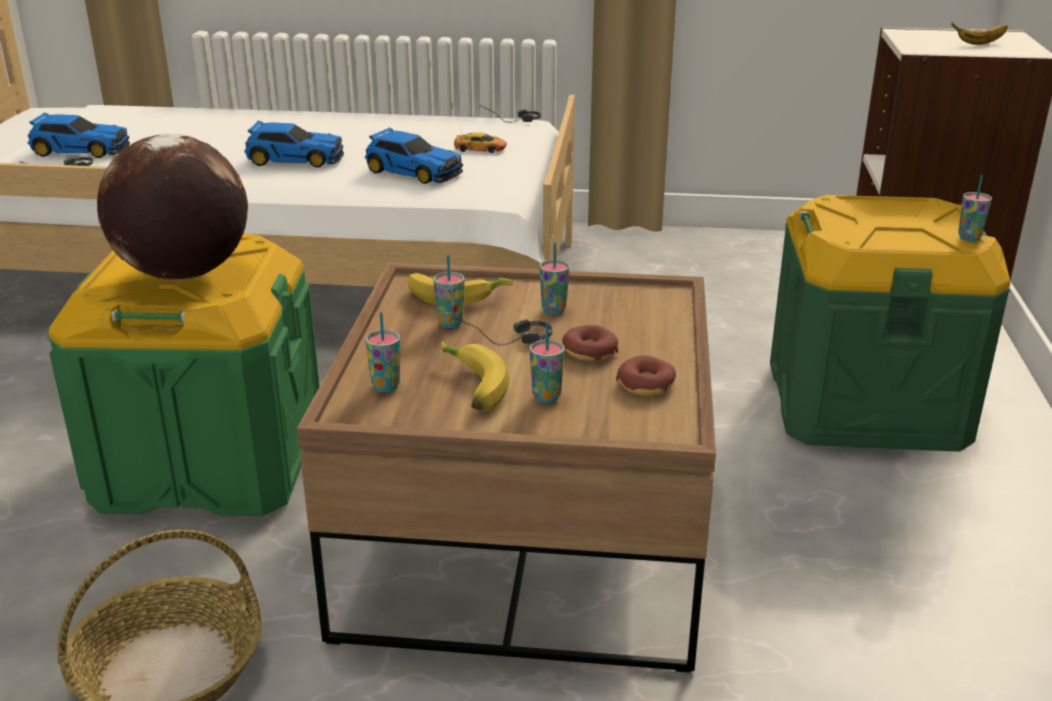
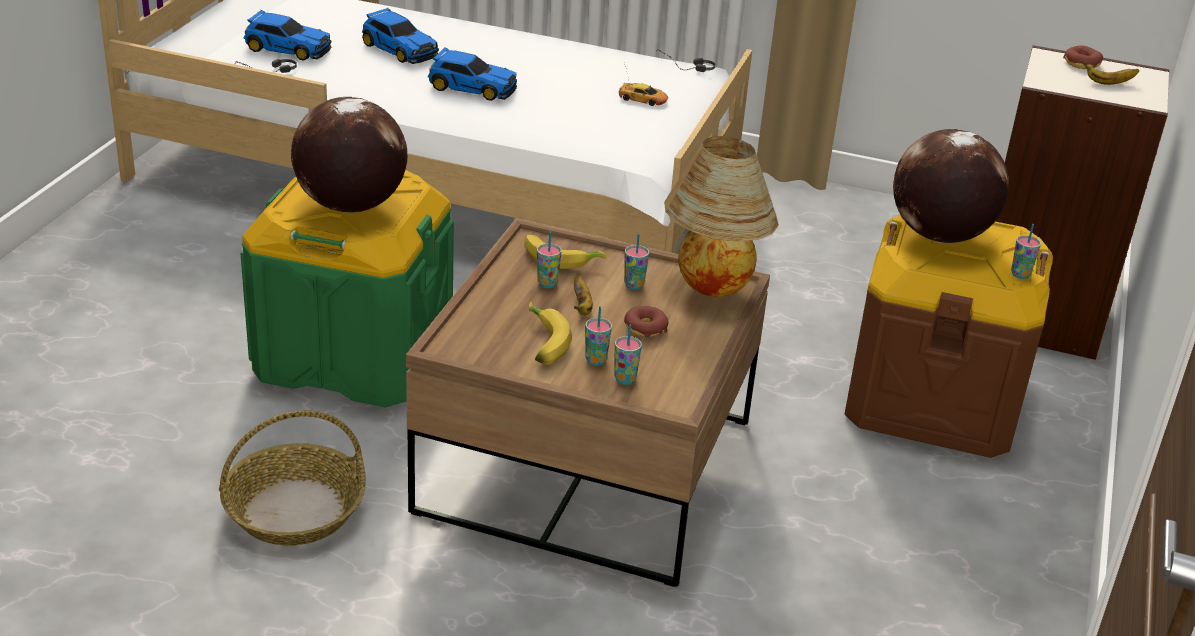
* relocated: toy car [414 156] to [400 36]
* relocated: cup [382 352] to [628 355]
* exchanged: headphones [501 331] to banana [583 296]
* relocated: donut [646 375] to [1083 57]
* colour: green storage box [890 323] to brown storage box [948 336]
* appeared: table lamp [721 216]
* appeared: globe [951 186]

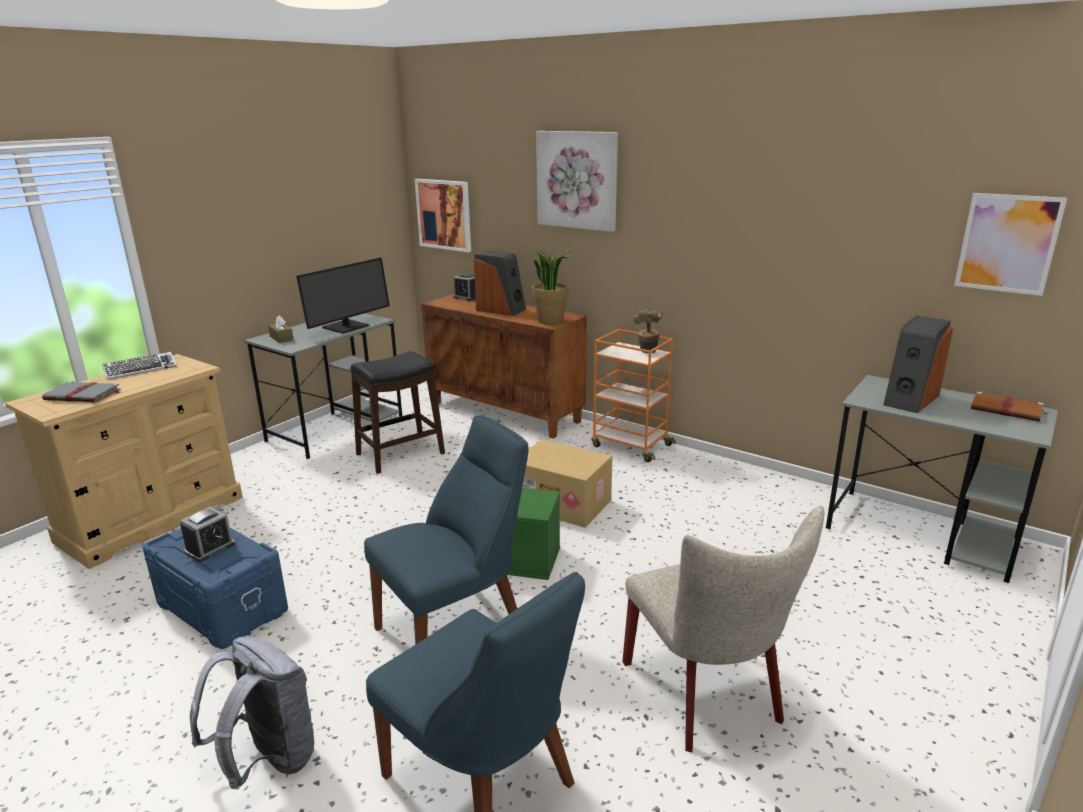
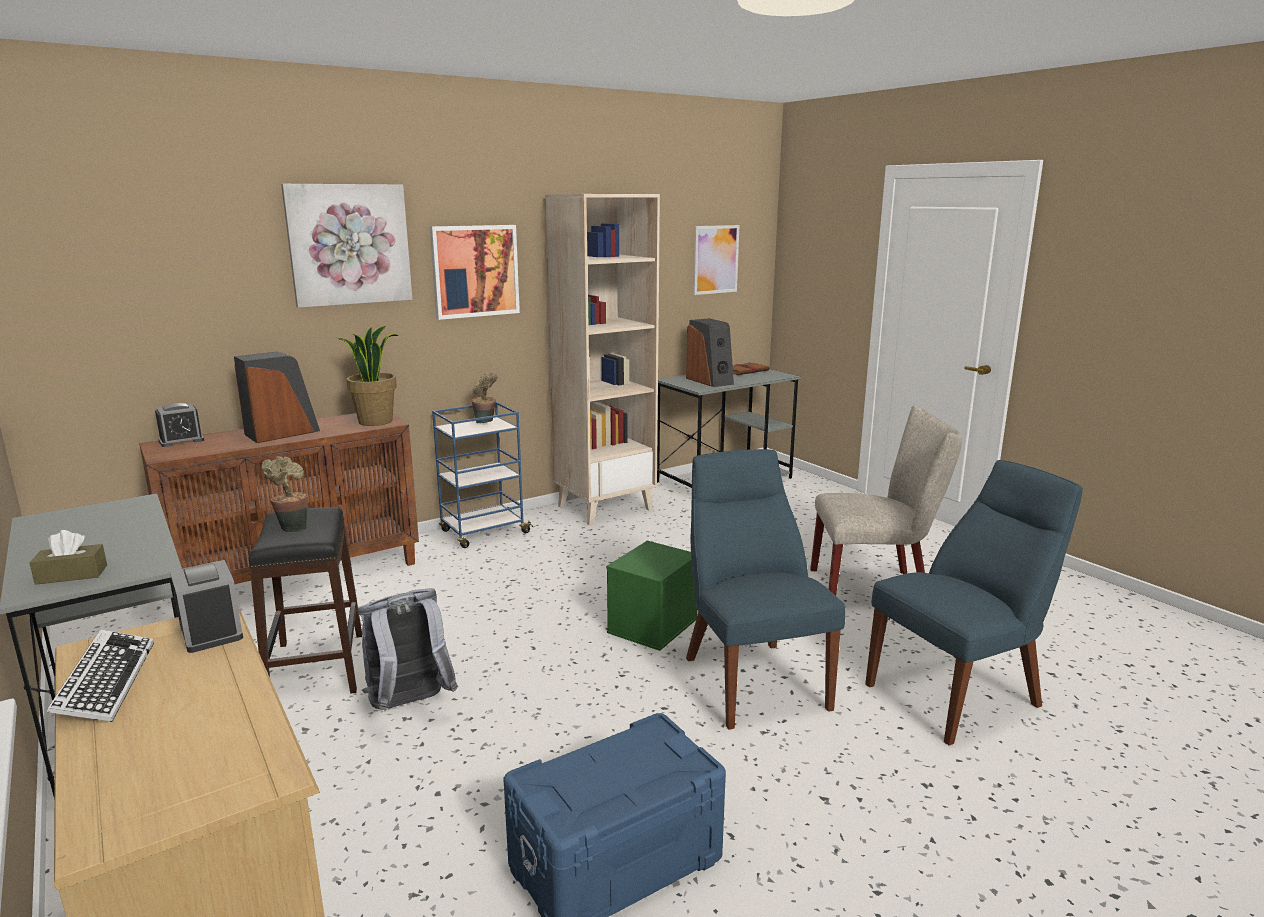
* missing: grey book [81 392]
* relocated: alarm clock [207 534] to [206 606]
* relocated: grey backpack [252 712] to [407 649]
* missing: monitor [343 295]
* relocated: picture [443 215] to [475 272]
* missing: cardboard box [567 483]
* colour: orange cart [633 395] to blue cart [482 475]
* appeared: potted plant [285 494]
* appeared: beige bookcase [602 359]

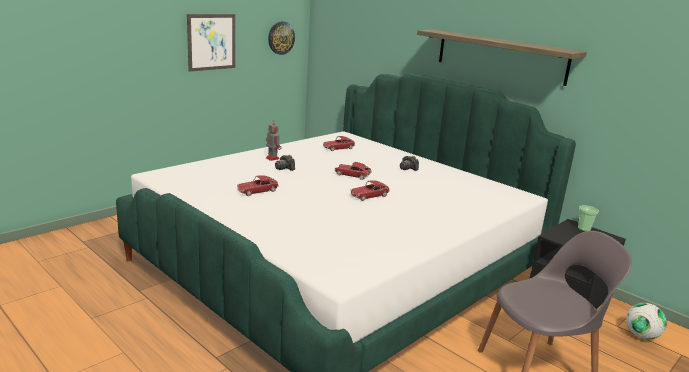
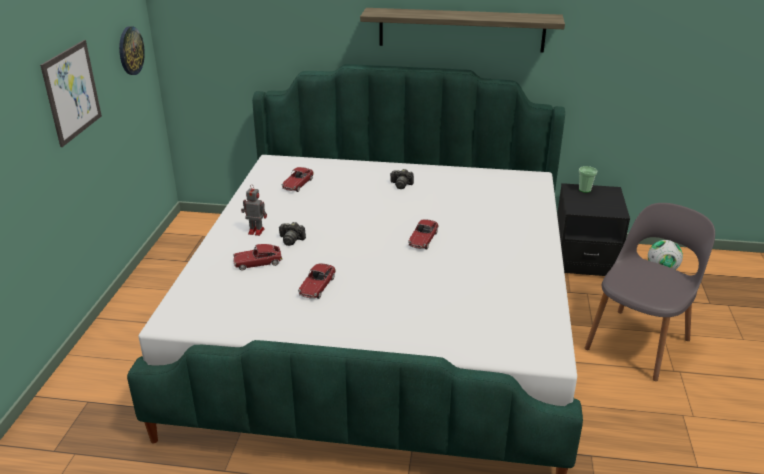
* relocated: toy car [353 171] to [258 257]

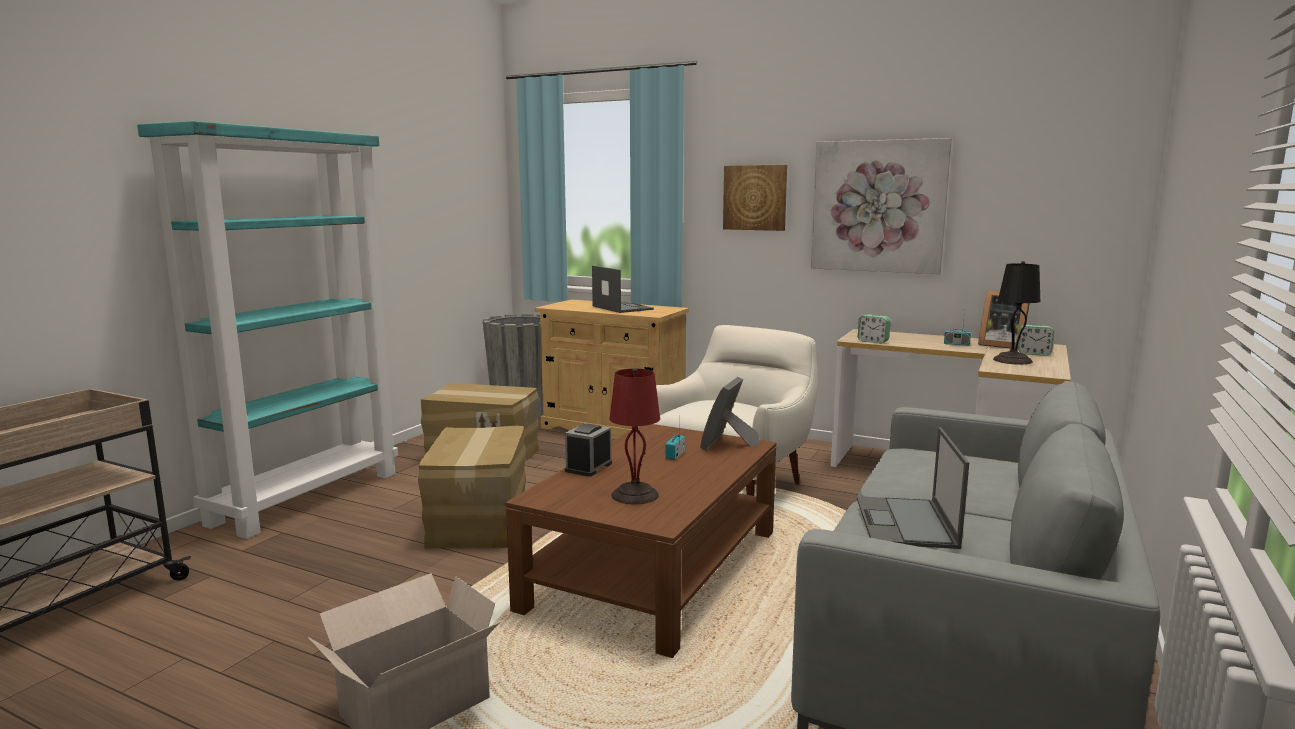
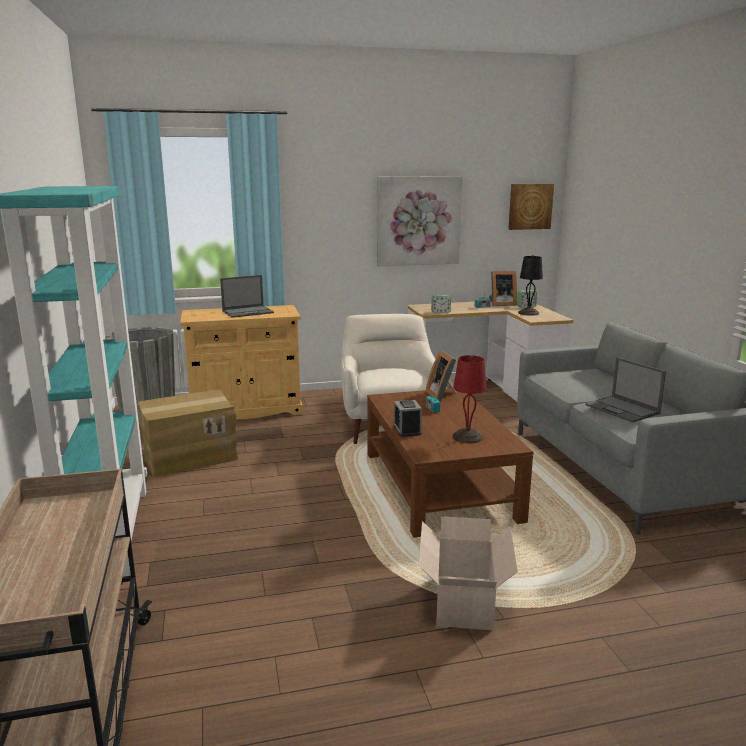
* missing: cardboard box [472 487]
* spun: laptop [623 289] = [247 296] 135 degrees clockwise
* relocated: picture [755 198] to [531 207]

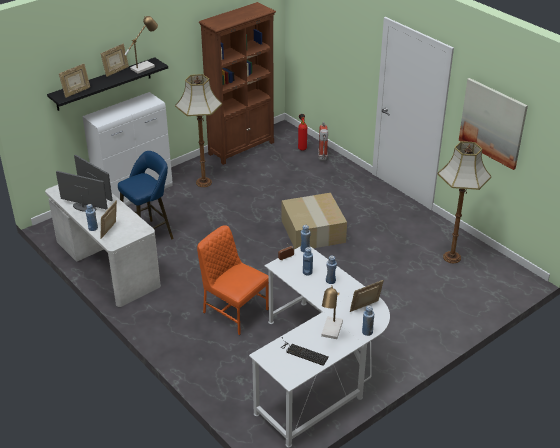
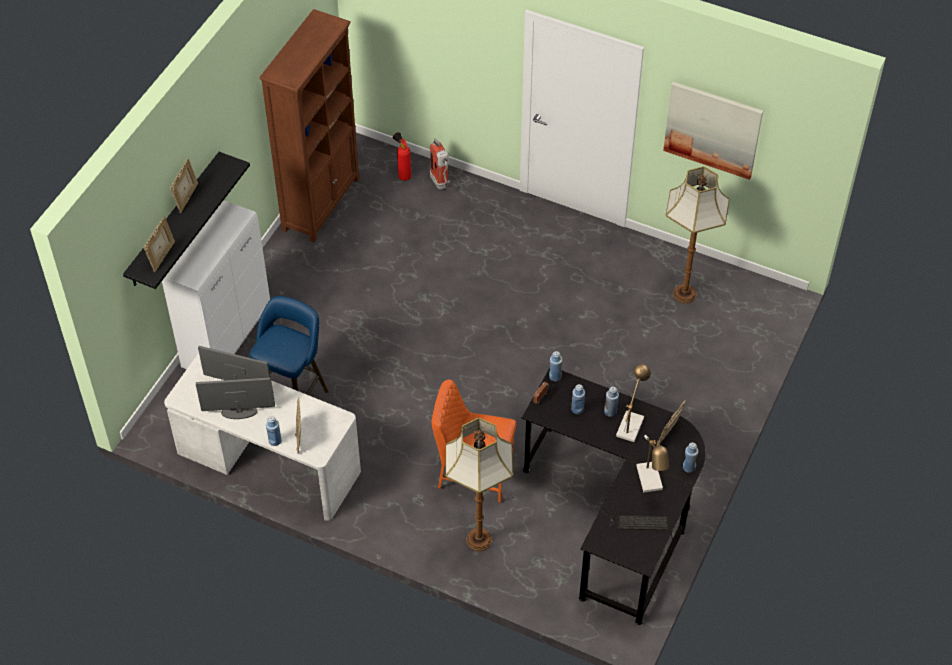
* relocated: table lamp [141 44] to [633 403]
* relocated: floor lamp [198 130] to [479 484]
* colour: white desk [319 347] to black desk [614 496]
* missing: cardboard box [314 221]

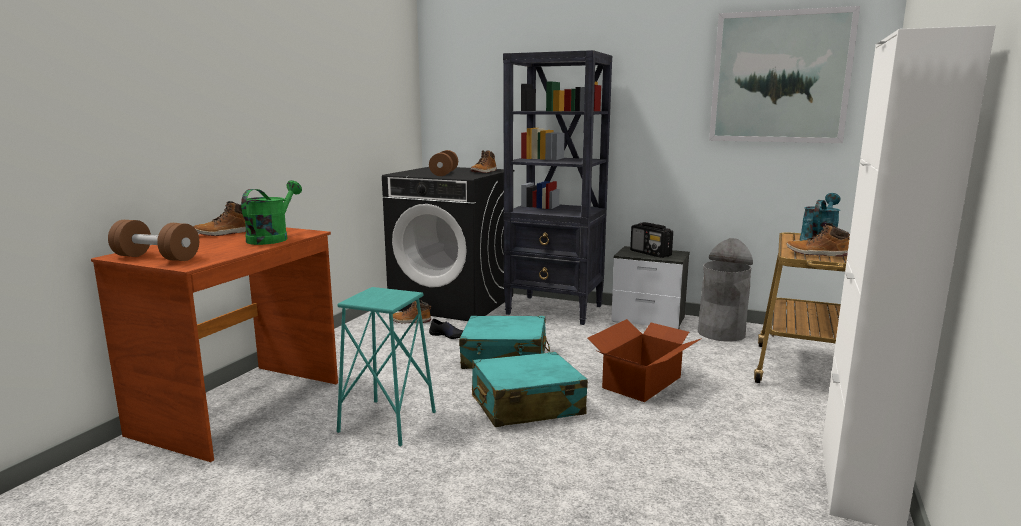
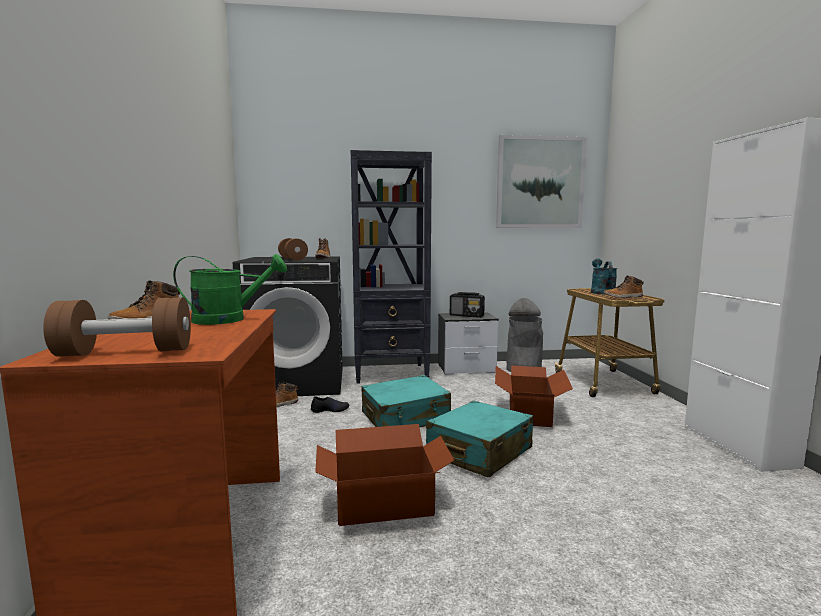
* spun: green watering can [271 212] = [230 289] 90 degrees clockwise
* exchanged: turquoise stool [386 366] to cardboard box [384 475]

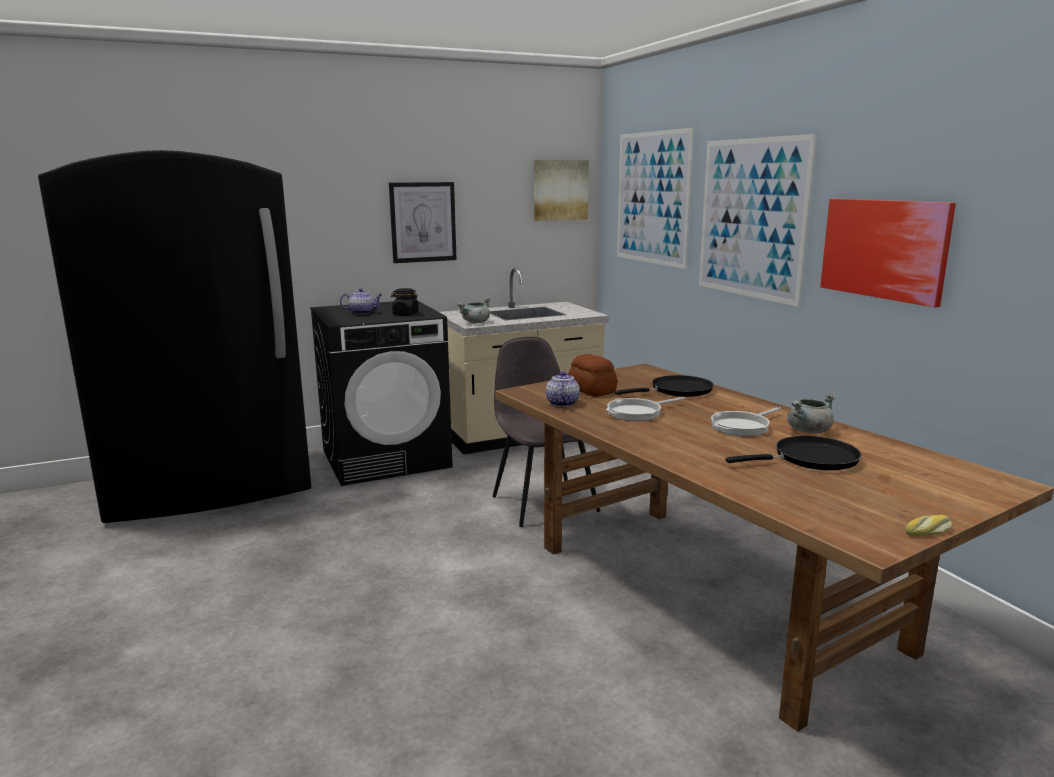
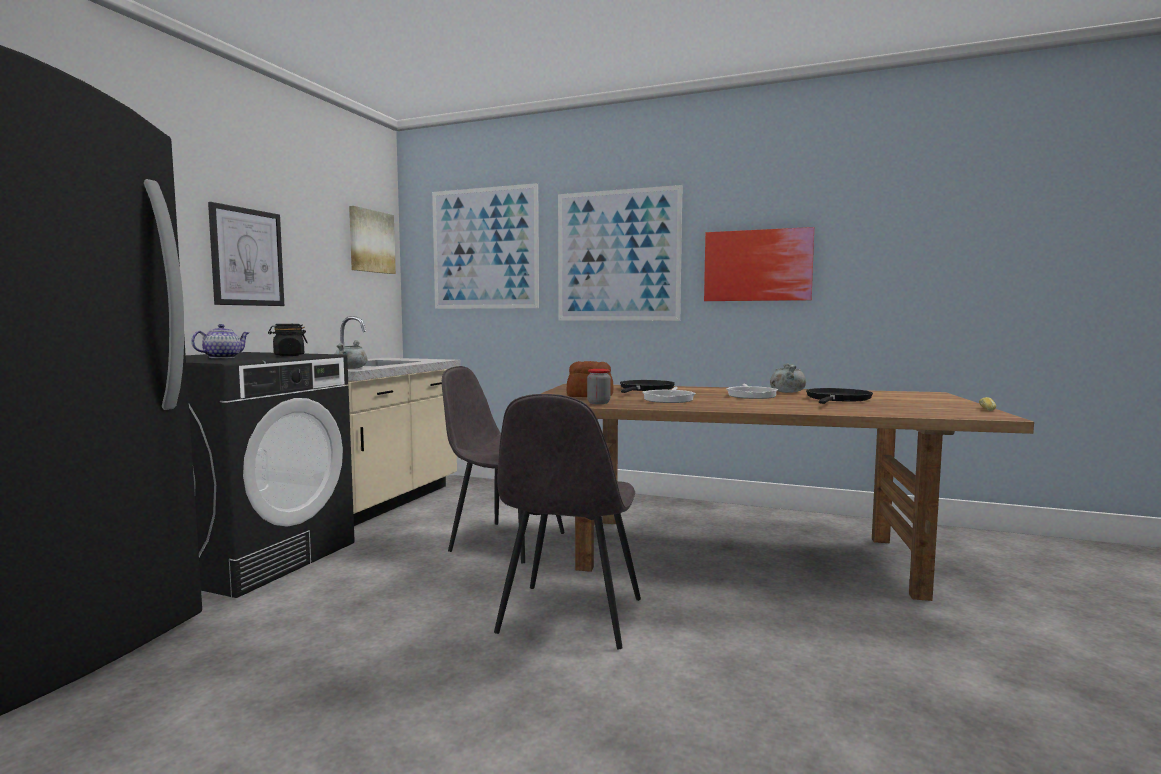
* exchanged: teapot [563 389] to jar [599 386]
* appeared: grey chair [567 521]

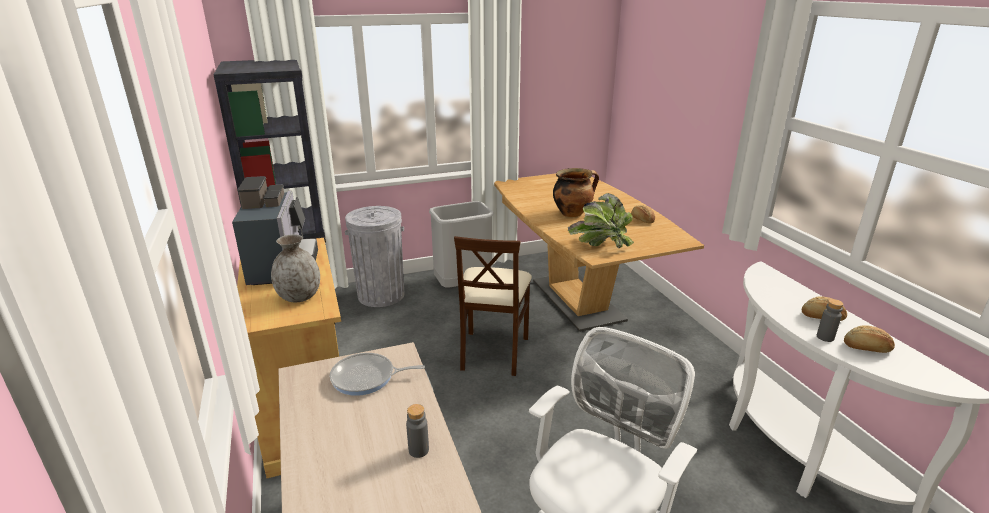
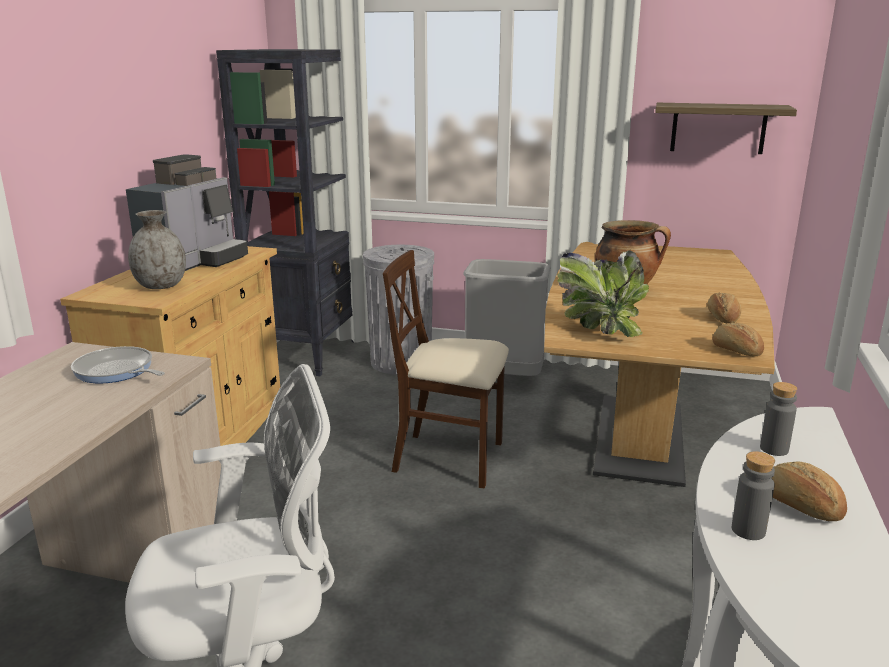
* relocated: grey bottle [417 431] to [778 419]
* spun: beige chair [493 306] = [446 369] 60 degrees clockwise
* relocated: bread [869 339] to [738 339]
* appeared: shelf [726 128]

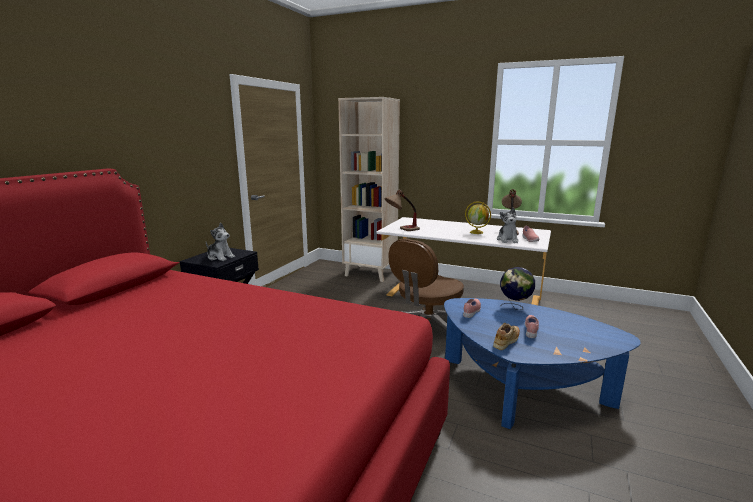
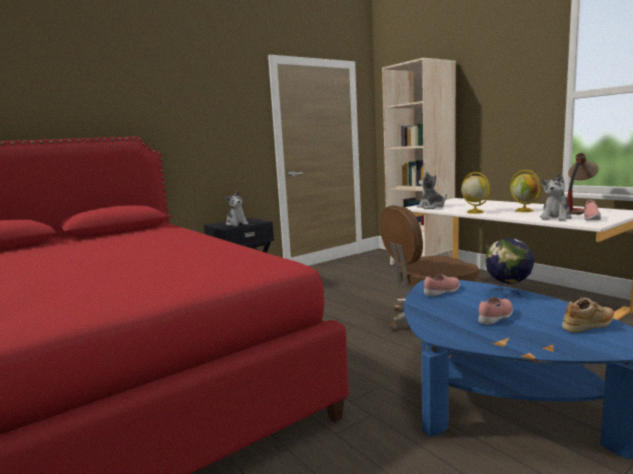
* exchanged: table lamp [402 210] to plush toy [432 190]
* relocated: beige shoe [506 336] to [588 315]
* appeared: globe [475 193]

